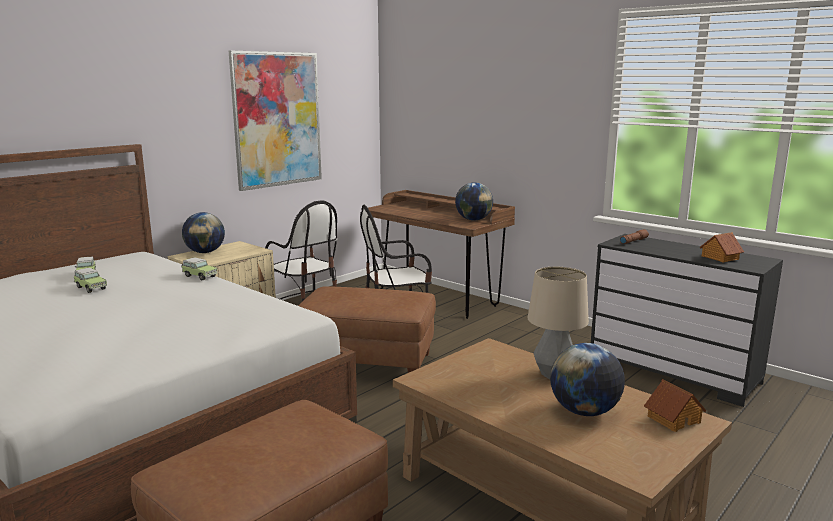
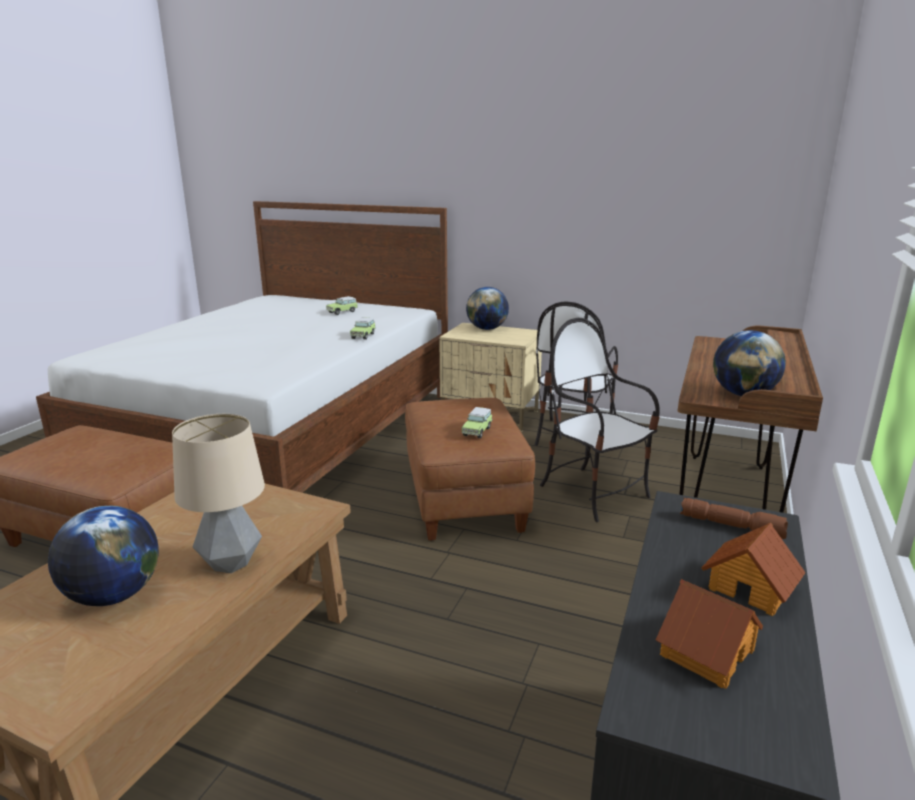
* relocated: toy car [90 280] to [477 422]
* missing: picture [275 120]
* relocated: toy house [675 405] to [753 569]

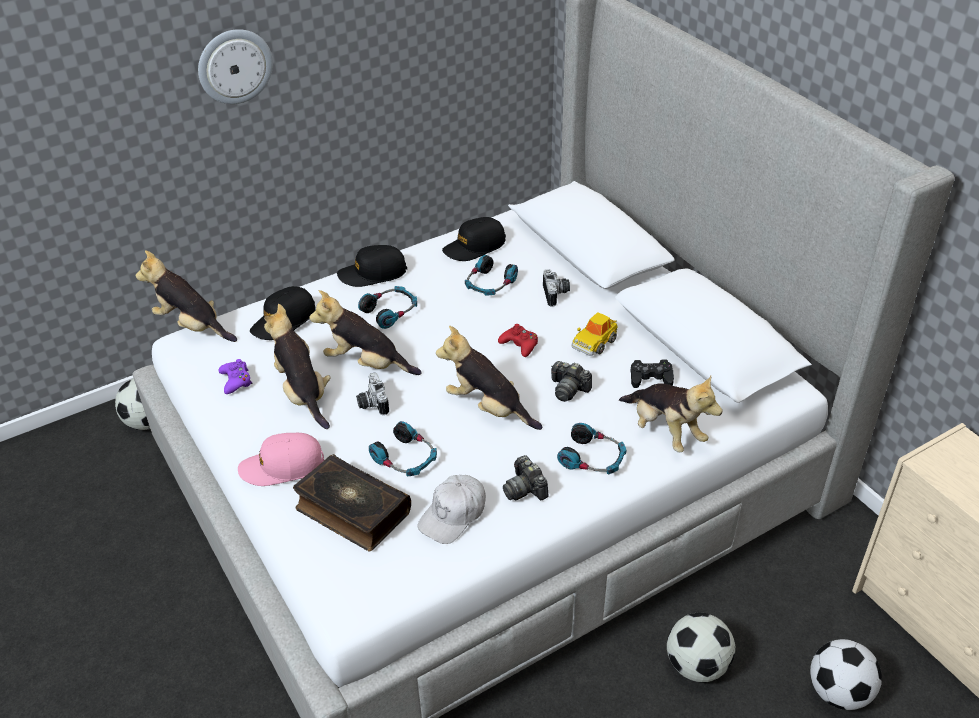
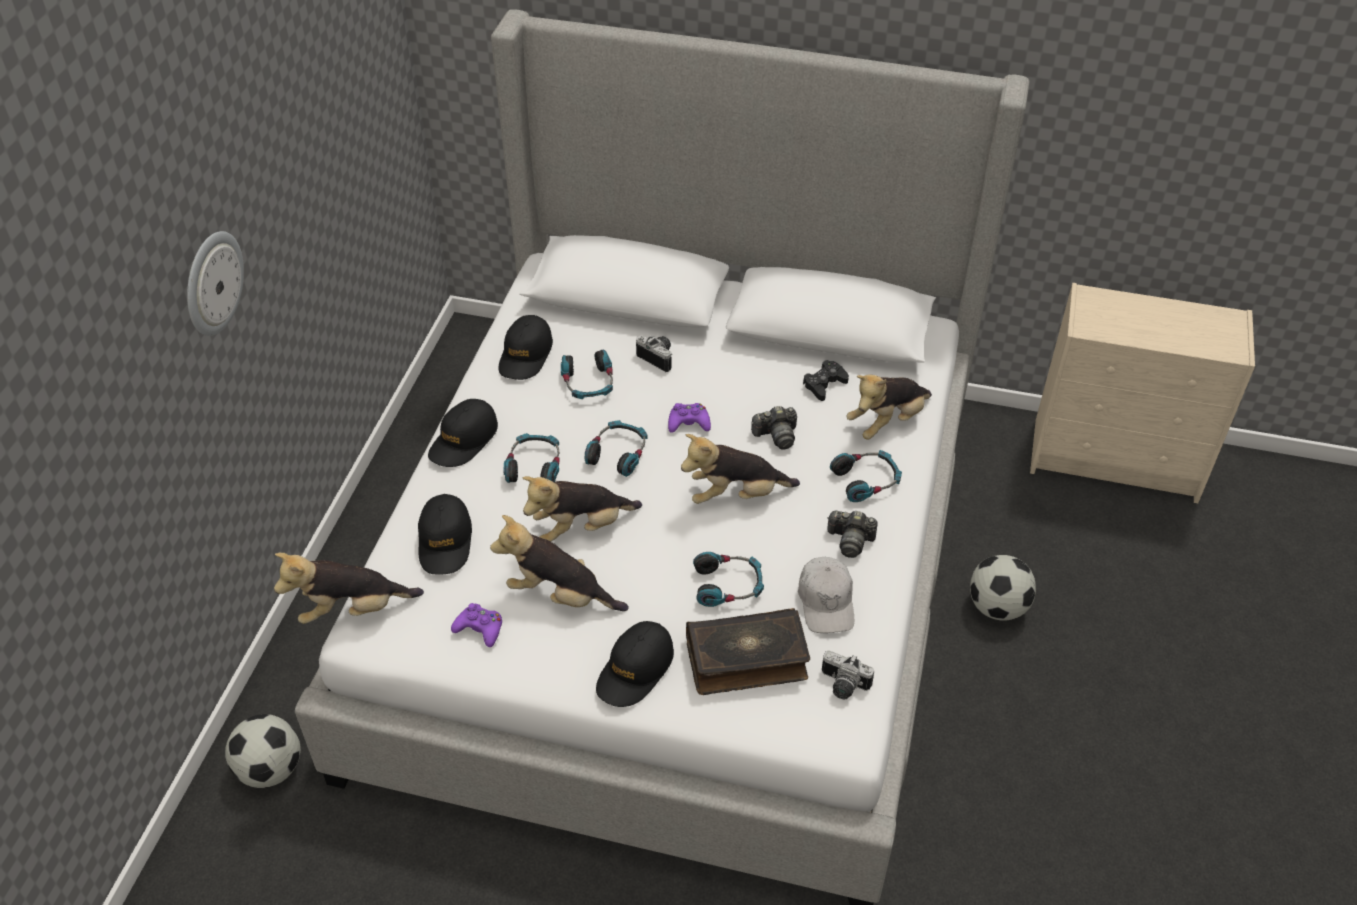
* colour: pink cap [281 459] to black cap [635 664]
* relocated: photo camera [372 394] to [848 674]
* colour: red game controller [518 340] to purple game controller [689 418]
* missing: toy car [595 334]
* spun: plush toy [671 414] = [889 407] 135 degrees clockwise
* missing: football [846 674]
* appeared: headphones [616 448]

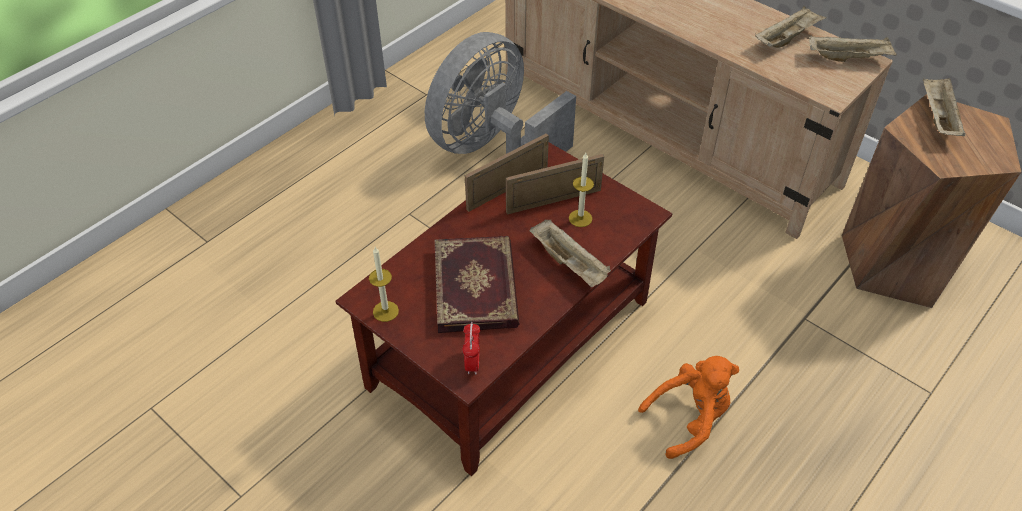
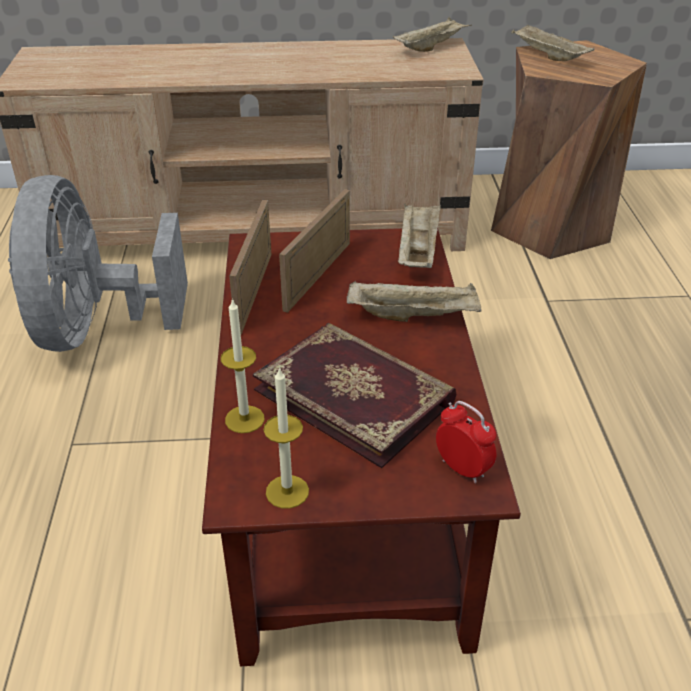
* relocated: candle [581 190] to [243 365]
* missing: orange plush toy [688 407]
* relocated: beige tray [791 27] to [419 236]

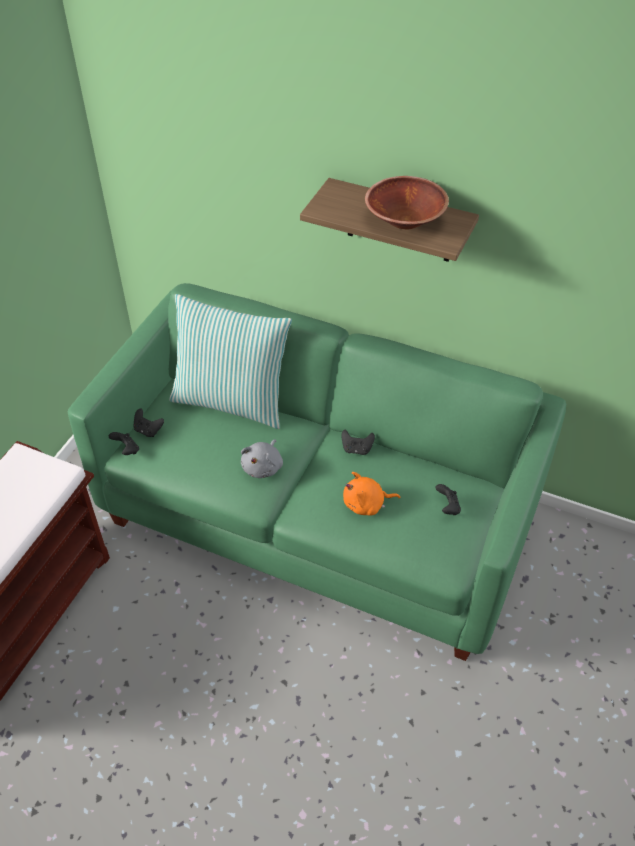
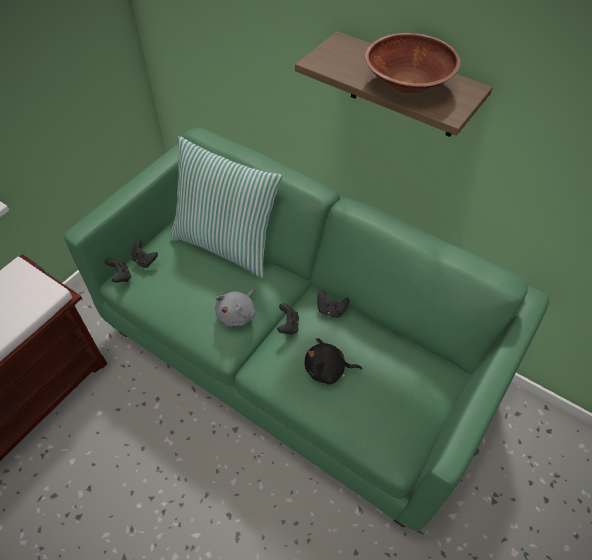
* colour: orange plush toy [371 494] to black plush toy [333 361]
* relocated: black game controller [448 499] to [288 319]

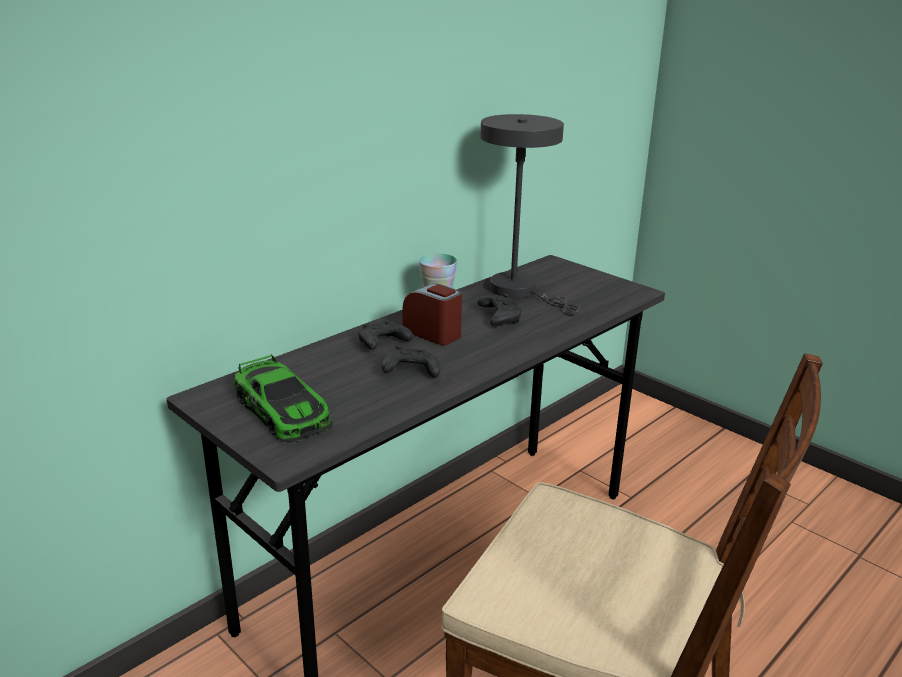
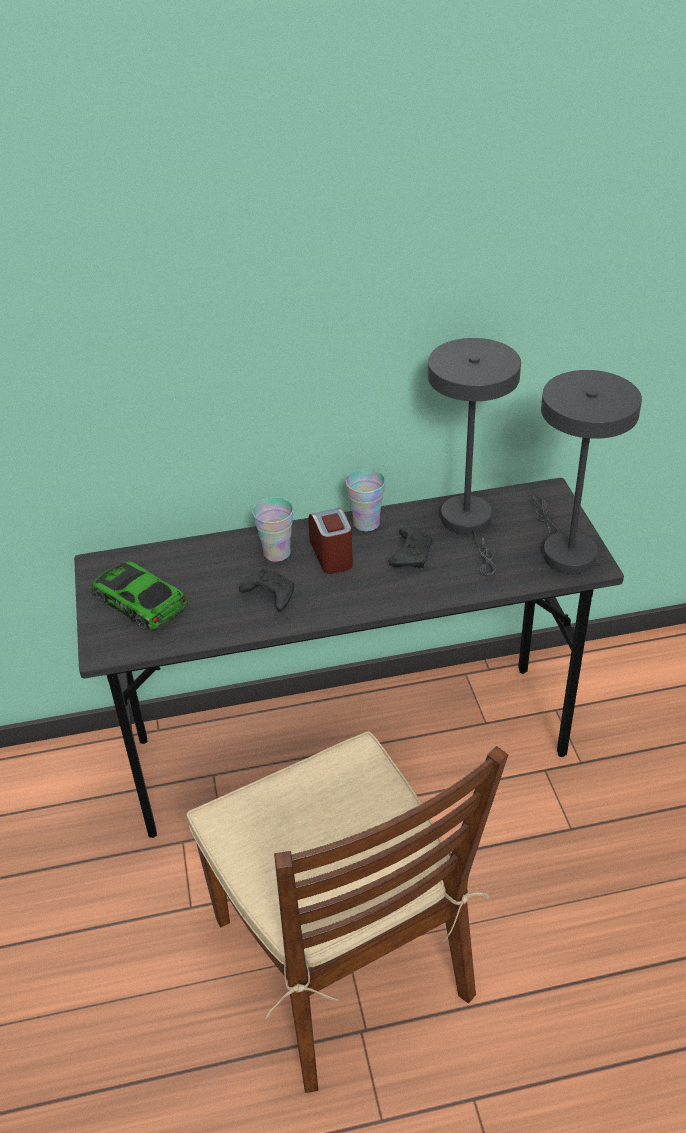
* spun: toy car [283 398] = [139 596] 135 degrees clockwise
* exchanged: black game controller [385 335] to cup [272 529]
* appeared: grey table lamp [587 472]

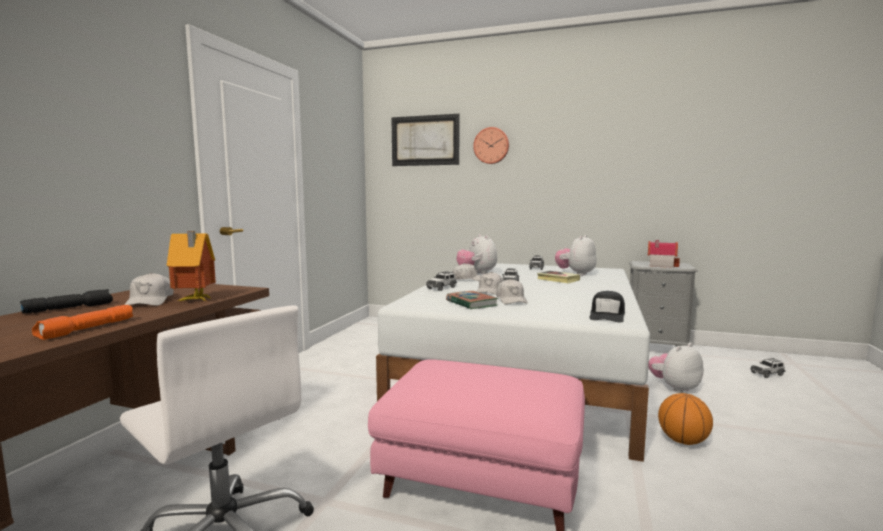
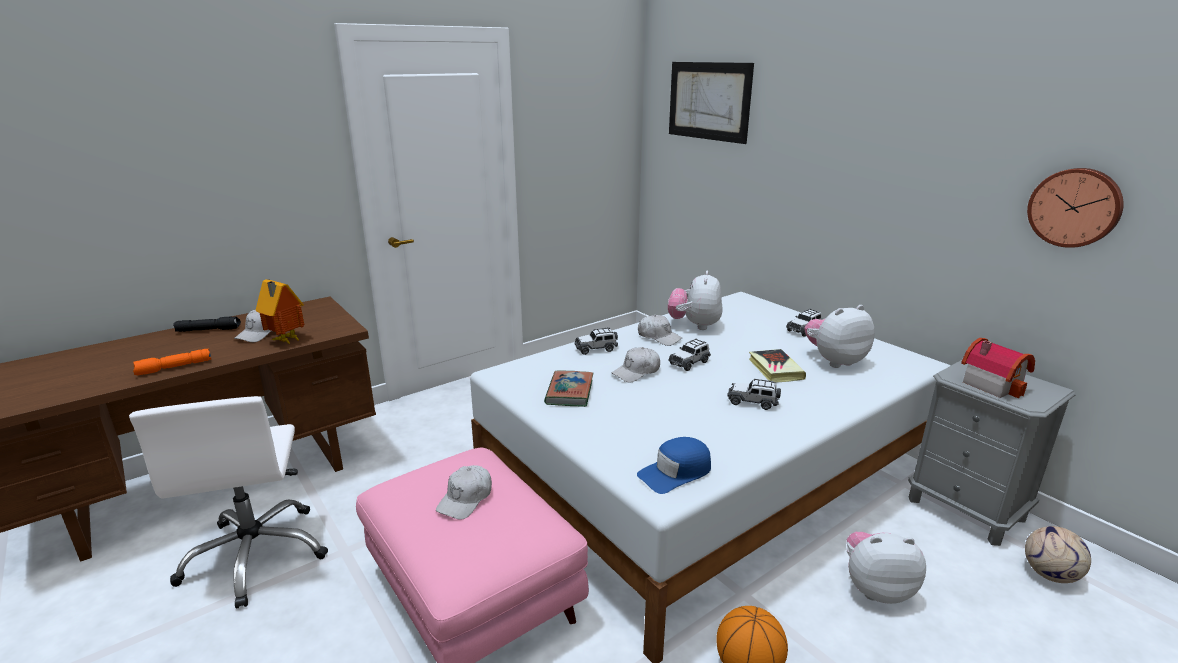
* relocated: wall clock [491 145] to [1075 208]
* relocated: white cap [512 291] to [464 492]
* colour: black cap [607 307] to blue cap [674 465]
* relocated: toy car [768 368] to [754 394]
* appeared: football [1058 554]

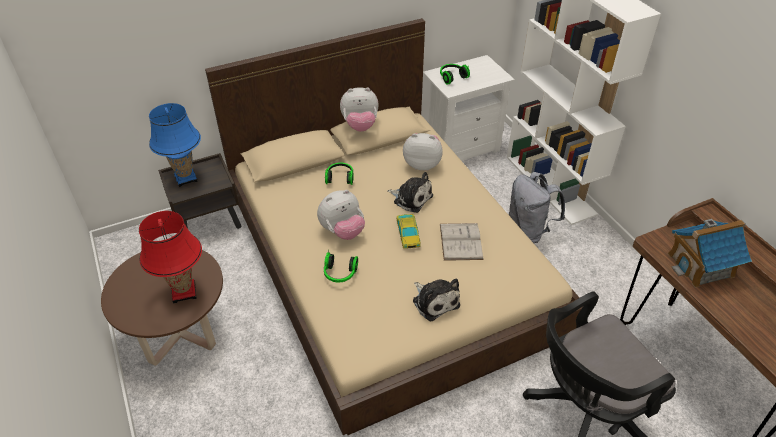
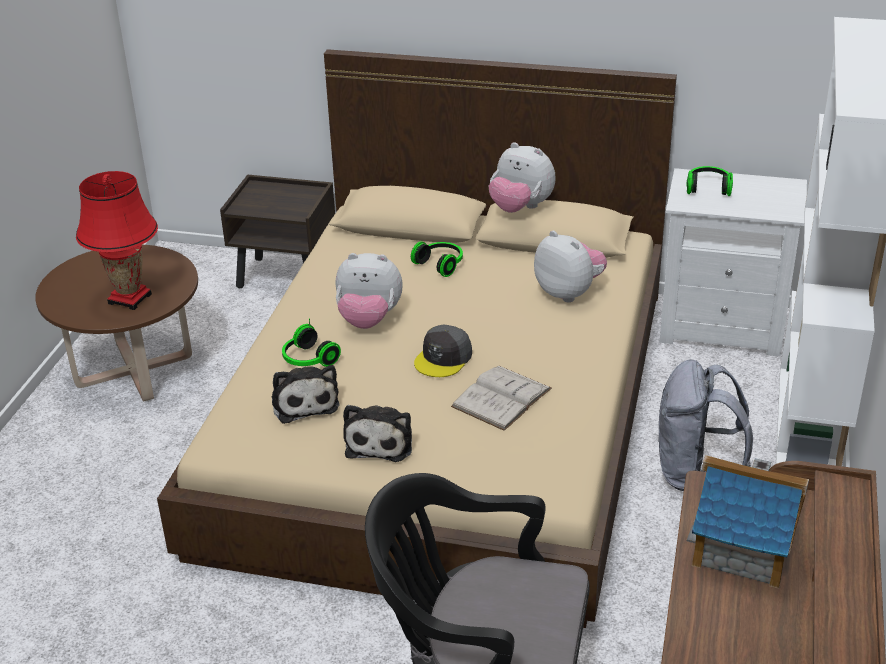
* missing: blue table lamp [175 145]
* relocated: plush toy [410 192] to [306 394]
* exchanged: toy car [409 231] to grey cap [443 351]

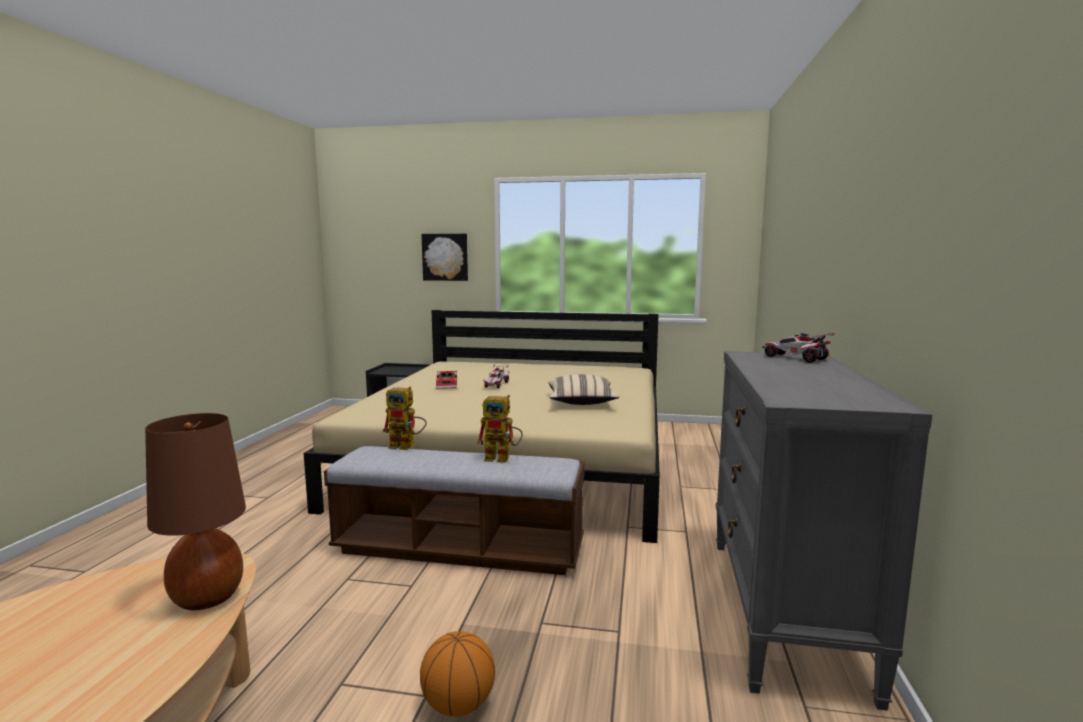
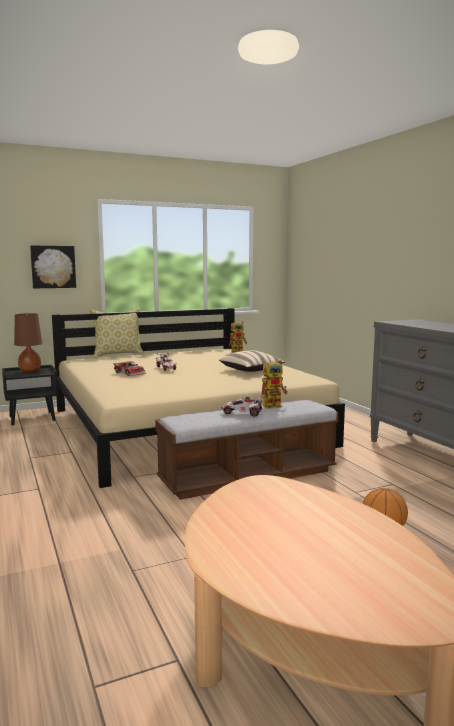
* relocated: brown table lamp [195 511] to [28 343]
* relocated: toy robot [404 418] to [238 337]
* relocated: toy car [798 348] to [243 406]
* appeared: pillow [117 333]

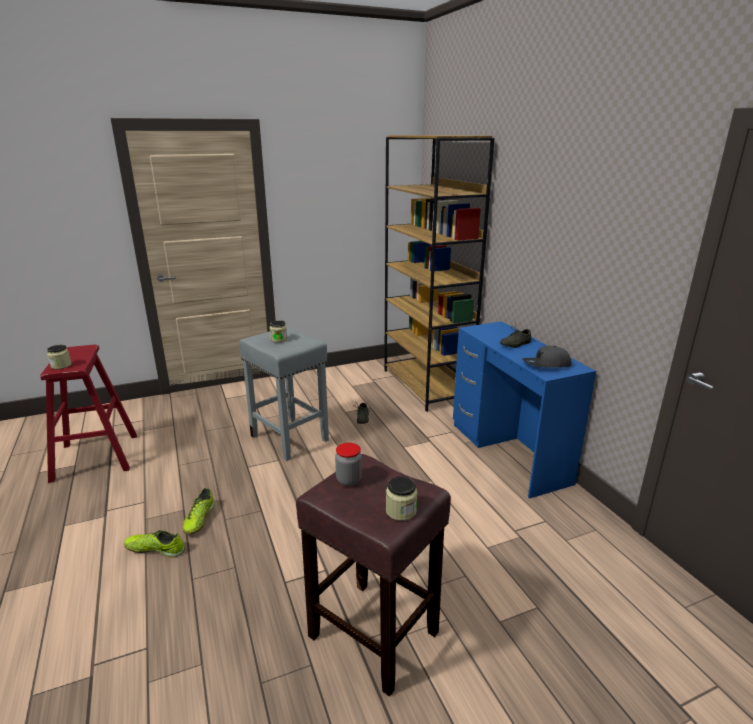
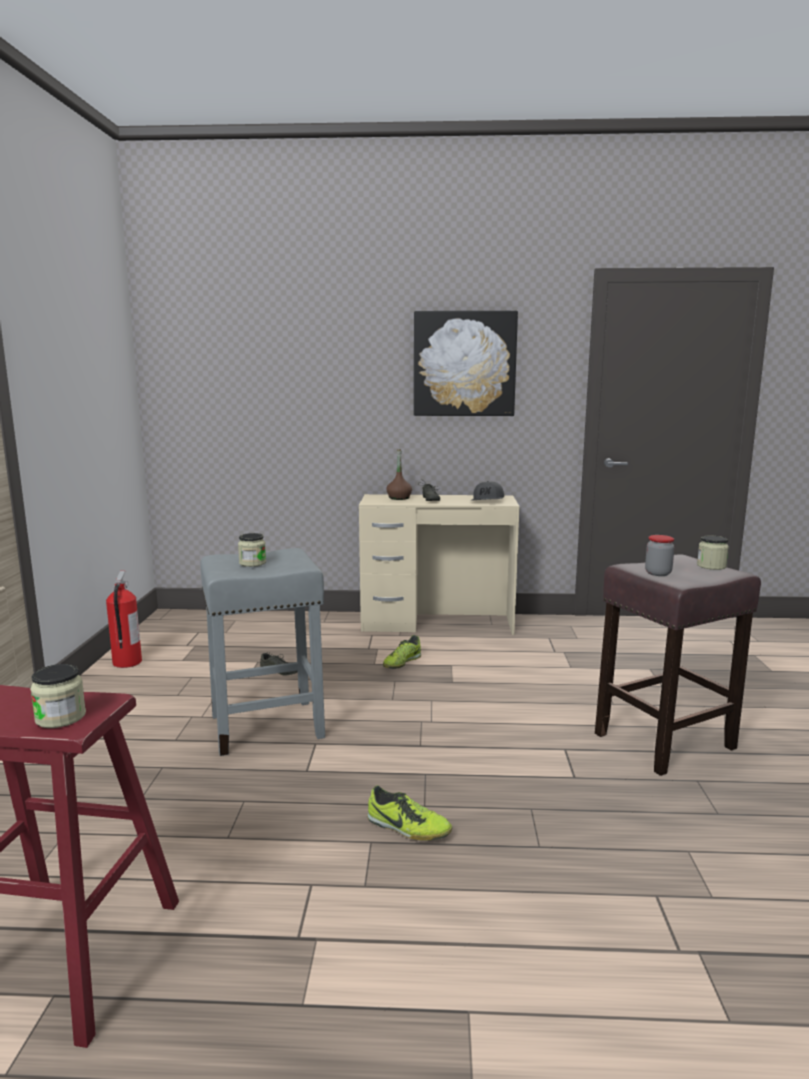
* relocated: shoe [154 544] to [402 652]
* missing: brown bookcase [439 273]
* colour: blue desk [524 410] to beige desk [439 564]
* appeared: fire extinguisher [124 619]
* appeared: brown bottle [399 474]
* appeared: picture [466 363]

